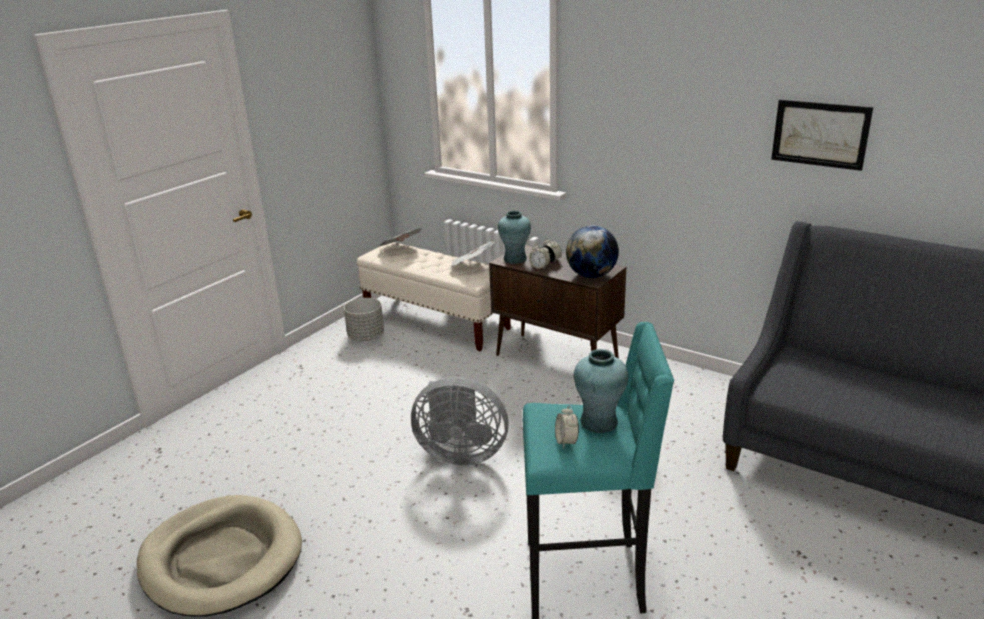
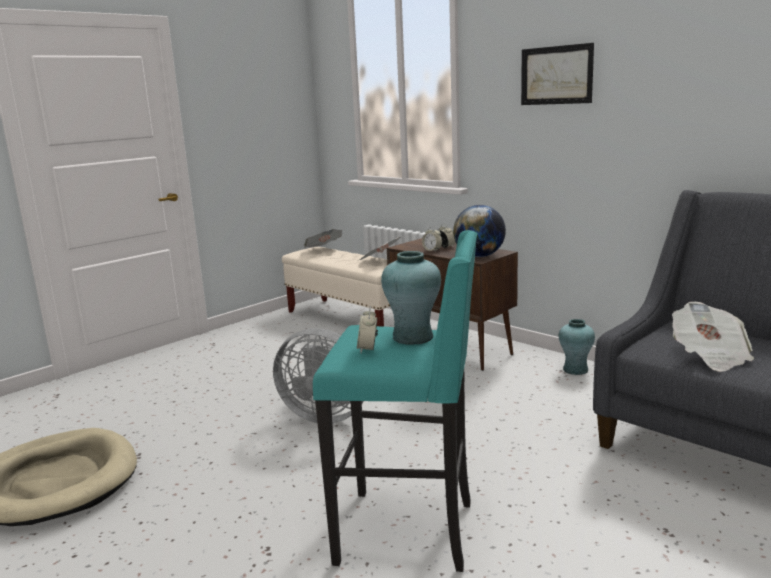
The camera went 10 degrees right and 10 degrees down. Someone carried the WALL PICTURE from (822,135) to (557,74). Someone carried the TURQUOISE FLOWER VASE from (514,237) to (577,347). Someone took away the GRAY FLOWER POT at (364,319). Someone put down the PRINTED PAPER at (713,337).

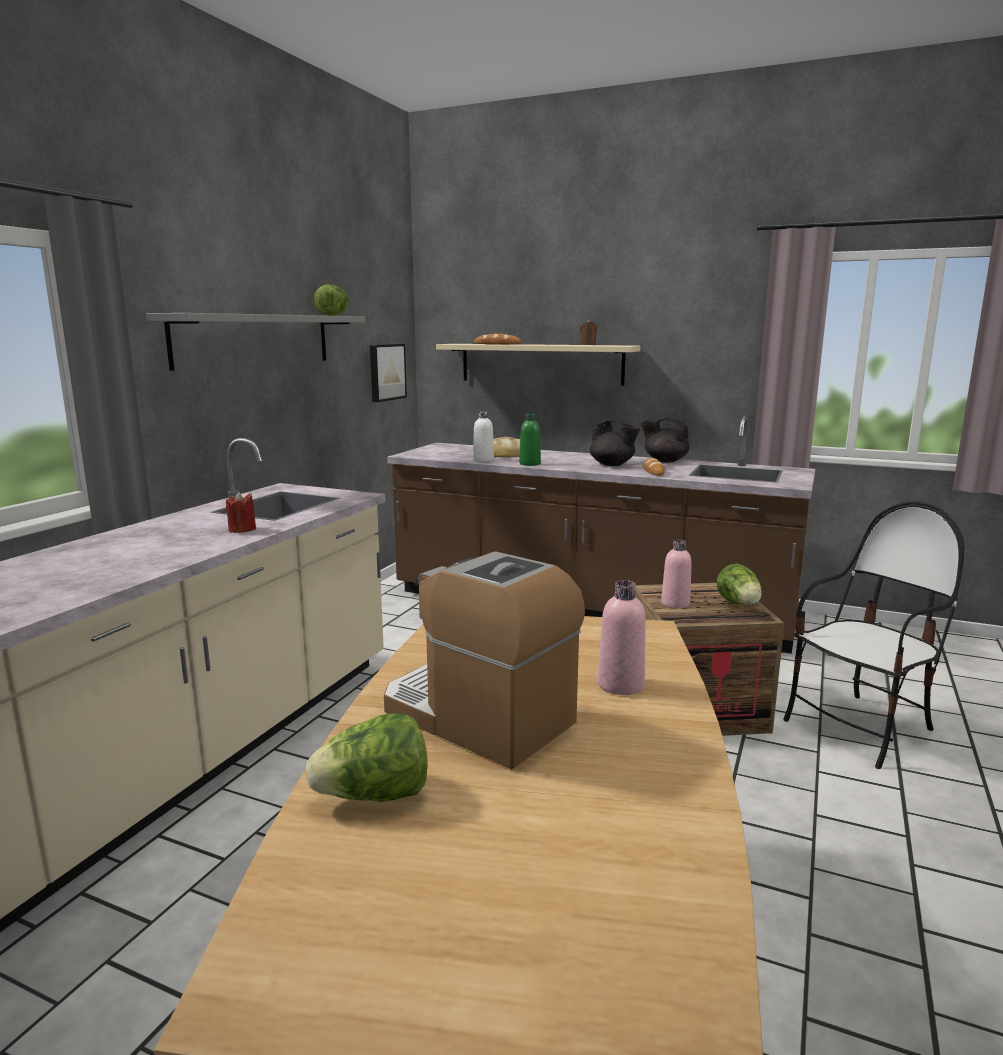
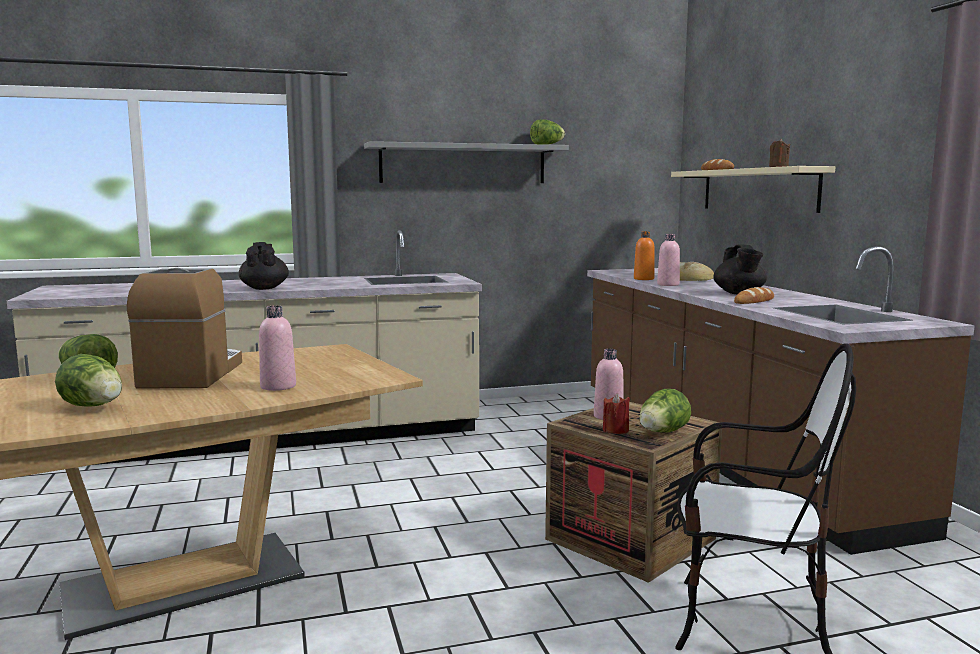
The camera went 50 degrees right and 5 degrees down. Someone took away the WALL PICTURE at (388,373). Someone repainted the WHITE BEVERAGE BOTTLE at (483,436), which became the ORANGE-COLOURED BEVERAGE BOTTLE at (644,255). Someone repainted the GREEN BEVERAGE BOTTLE at (530,440), which became the PINK-COLOURED BEVERAGE BOTTLE at (668,260). Someone carried the BLACK TEAPOT from (665,440) to (264,266). Someone carried the RED WAX CANDLE from (241,512) to (616,413). Someone put down the LETTUCE at (88,380).

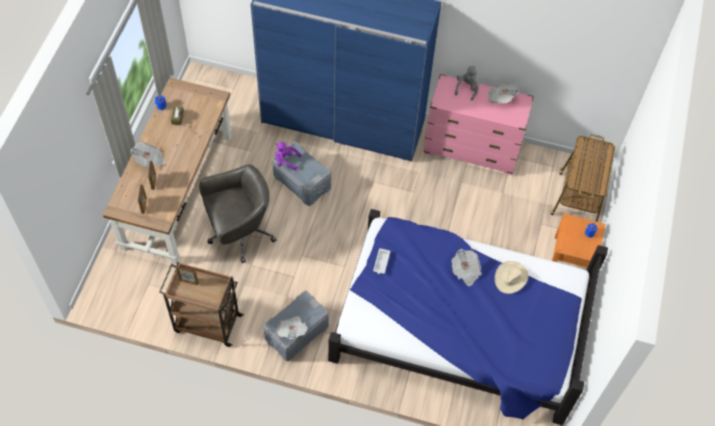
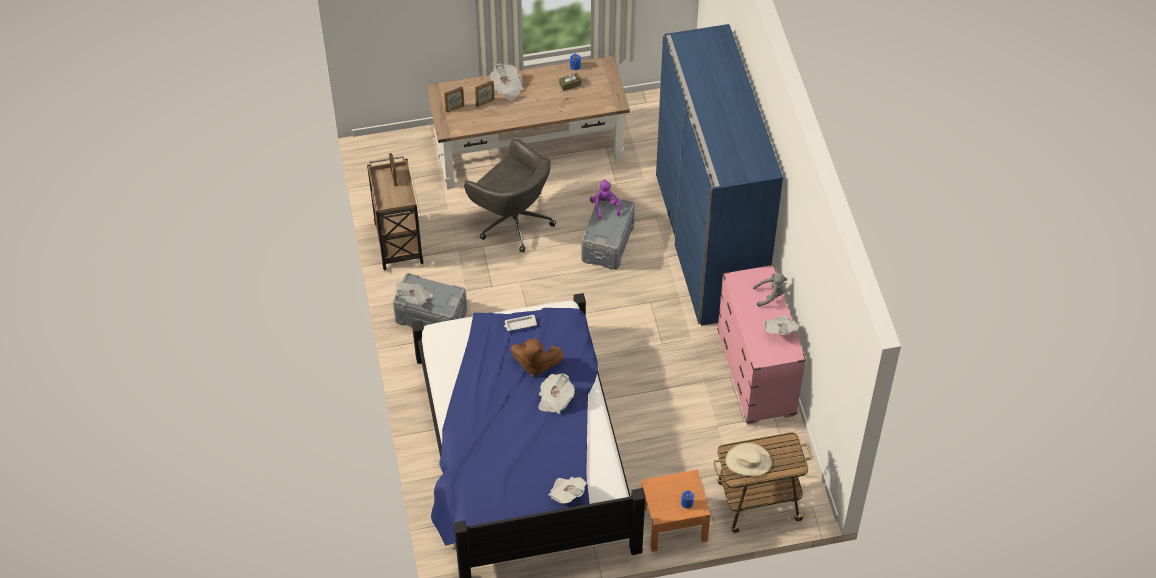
The camera went 65 degrees right and 5 degrees down. Someone carried the SAND-COLOURED HAT from (511,277) to (748,459). Someone put down the BROWN-COLOURED SOFT TOY at (537,357). Someone put down the PRINTED PAPER at (567,490).

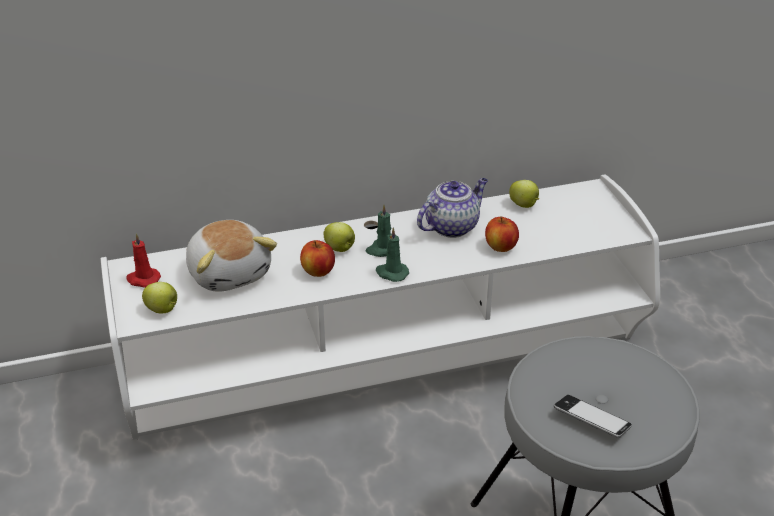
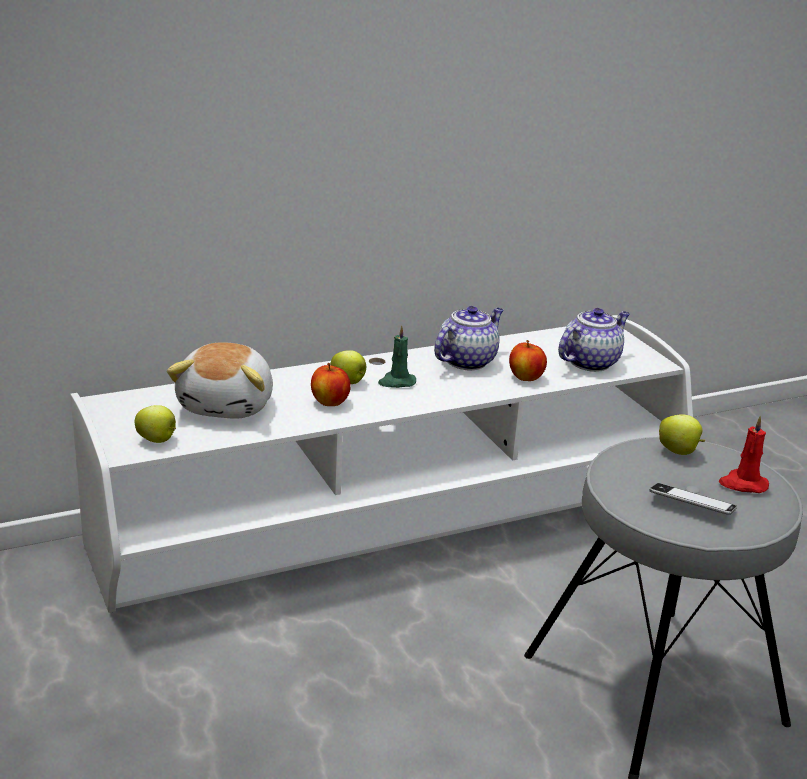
The camera went 10 degrees left and 10 degrees down. Someone carried the APPLE from (524,194) to (682,434). Someone rotated the SOFT TOY at (231,256) by 45 degrees clockwise. Someone took away the GREEN WAX CANDLE at (392,254). Someone carried the RED WAX CANDLE from (143,260) to (744,454). Someone put down the TEAPOT at (594,340).

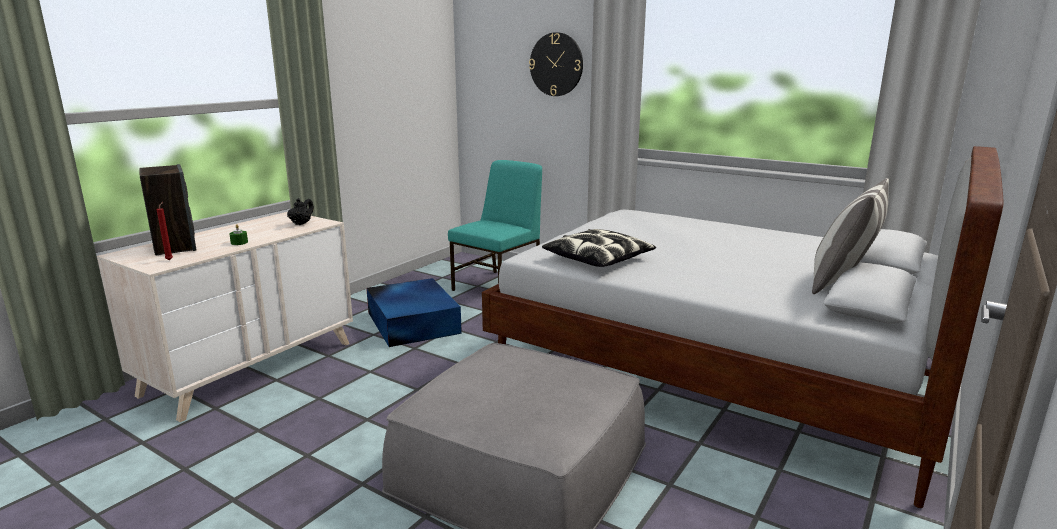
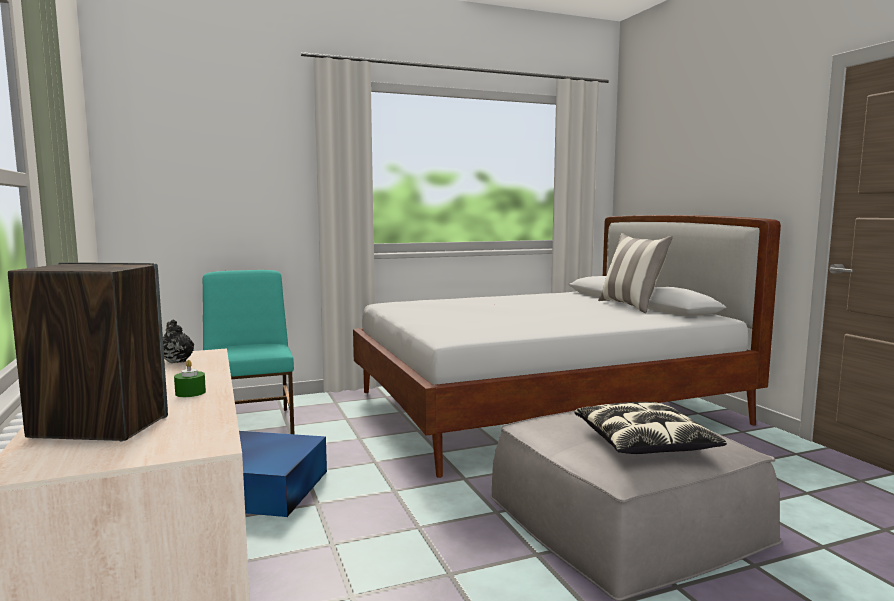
The camera went 55 degrees left and 10 degrees down. Someone took away the WALL CLOCK at (556,64). Someone took away the RED WAX CANDLE at (165,231). Someone carried the THROW PILLOW from (599,248) to (650,428).

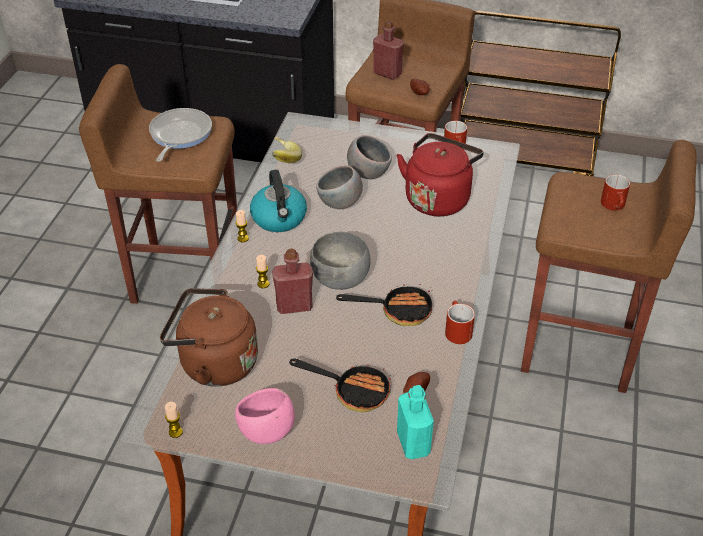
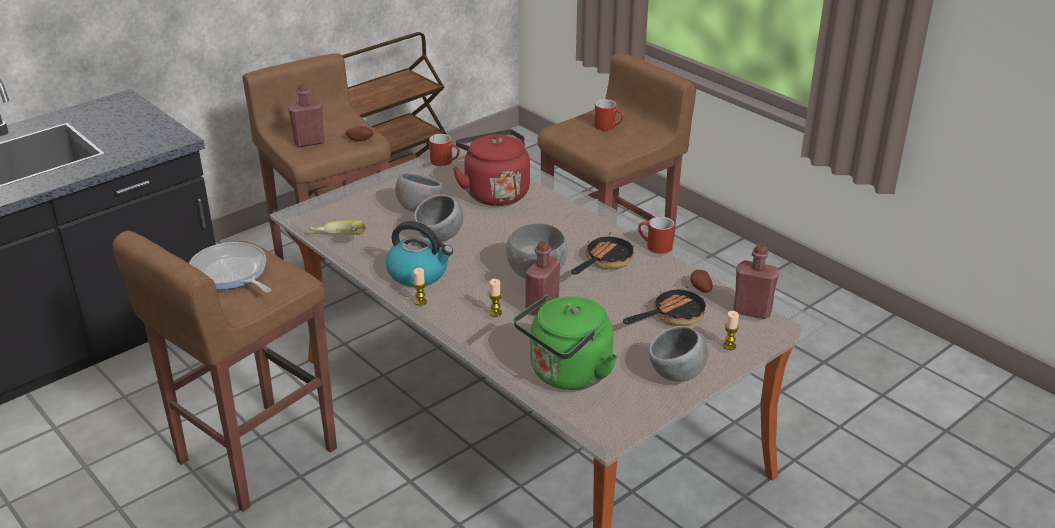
The camera went 55 degrees left and 10 degrees down. Someone repainted the BROWN-COLOURED WATER KETTLE at (209,337), which became the GREEN WATER KETTLE at (565,342). Someone repainted the TURQUOISE BEVERAGE BOTTLE at (415,422), which became the RED BEVERAGE BOTTLE at (756,281). Someone repainted the PINK-COLOURED DEEP DISH at (265,416), which became the GRAY DEEP DISH at (678,354). Someone carried the WAX CANDLE from (174,420) to (731,330).

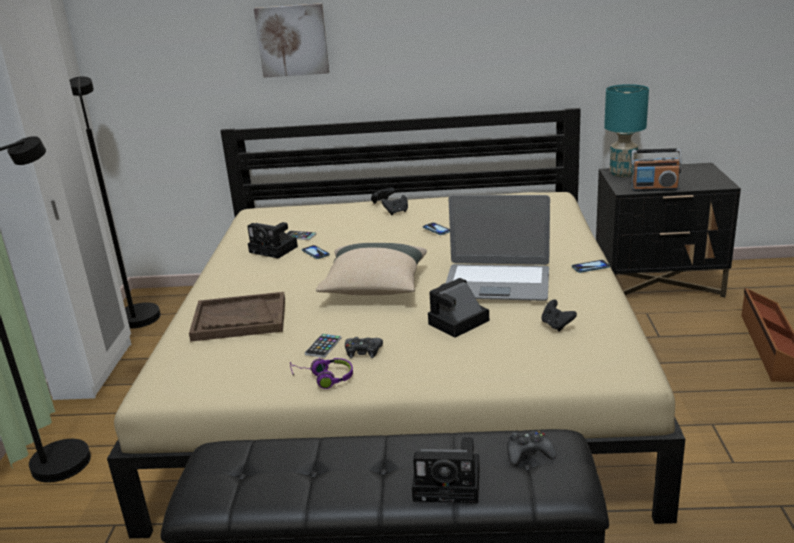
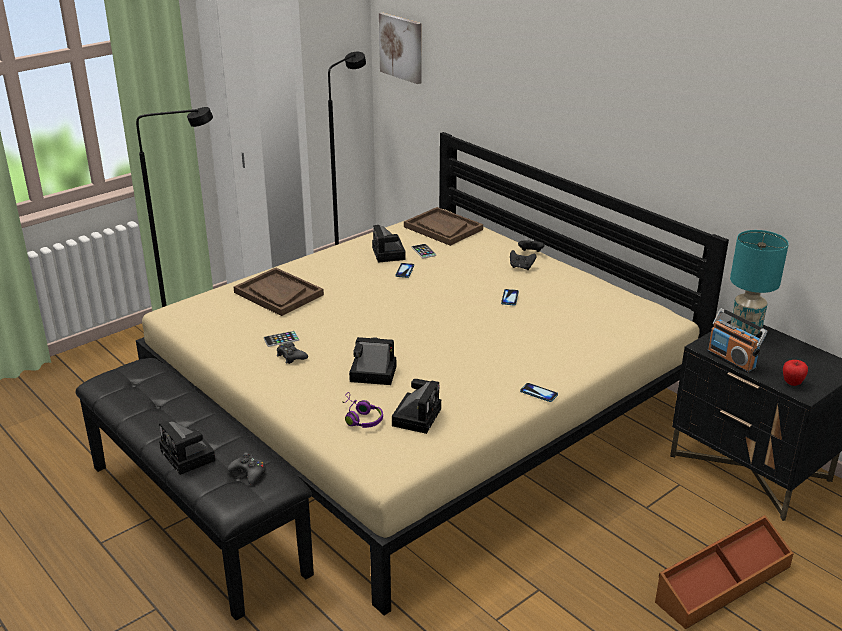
The camera went 45 degrees right and 5 degrees up. Someone carried the WALL PICTURE from (291,40) to (400,48). Someone took away the NOTEBOOK COMPUTER at (498,248). Someone took away the SAND-COLOURED THROW PILLOW at (371,269). Someone swapped the BLACK GAMEPAD at (559,315) for the PHOTO CAMERA at (416,406). Someone carried the PURPLISH HEADSET from (321,373) to (363,410). Someone put down the BROWN-COLOURED SERVING TRAY at (443,226). Someone put down the APPLE at (795,373).

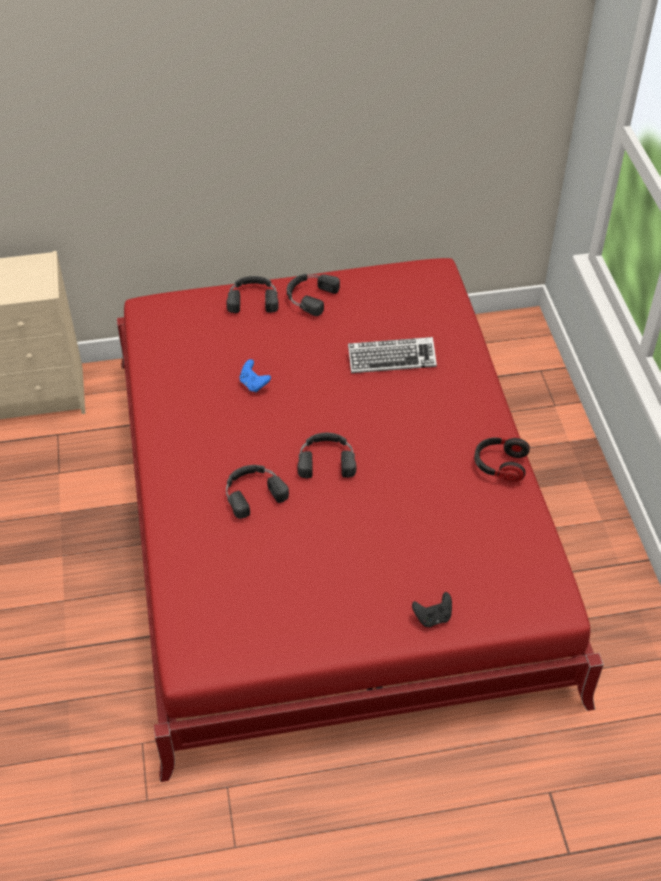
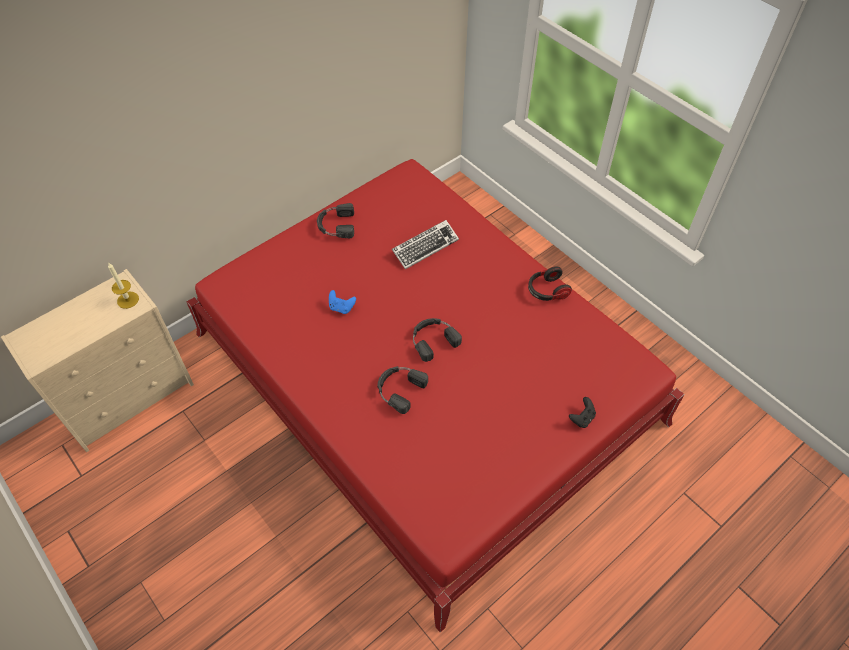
The camera went 30 degrees left and 5 degrees up. Someone took away the BLACK HEADSET at (252,294). Someone put down the WAX CANDLE at (123,285).

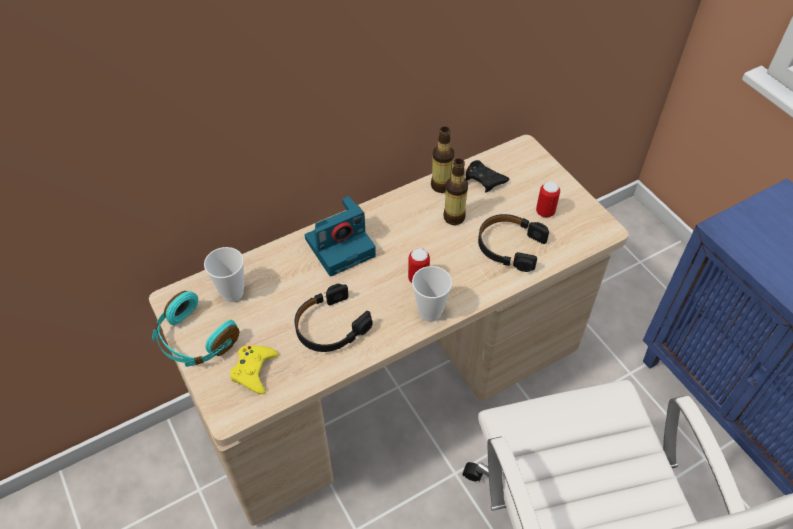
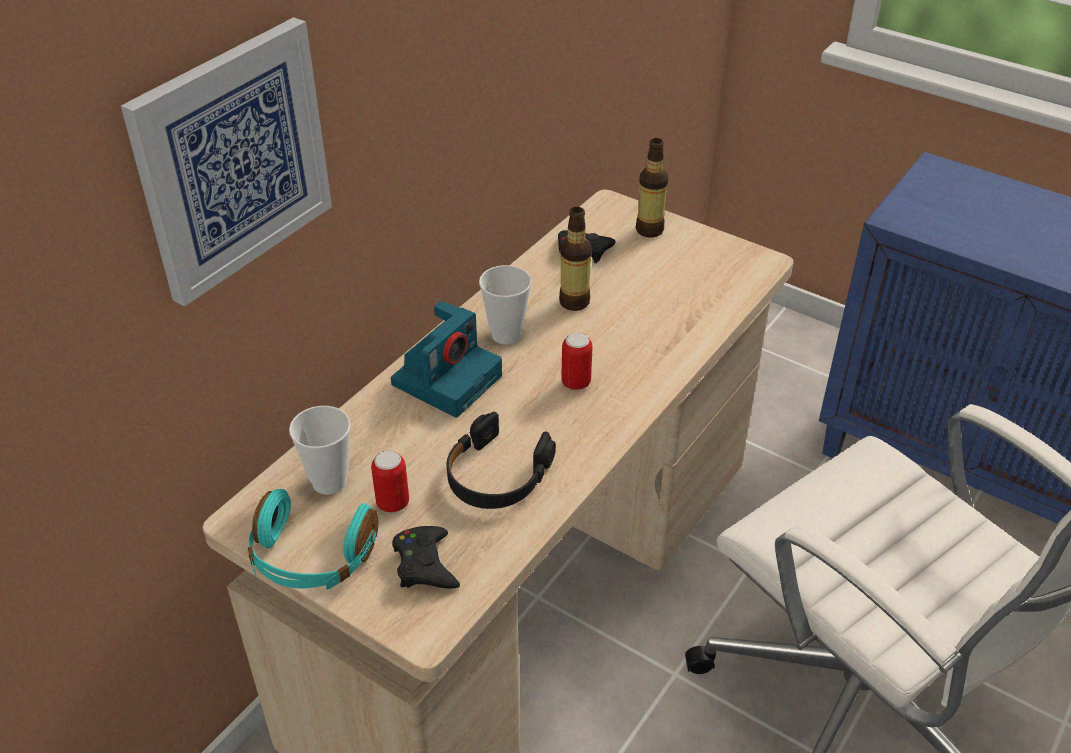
The camera went 25 degrees left and 10 degrees down. Someone carried the BEVERAGE BOTTLE from (442,159) to (652,187). Someone carried the CAN from (548,199) to (390,482). Someone took away the BLACK HEADSET at (513,243). Someone carried the SMALL CUP from (432,294) to (505,305). Someone repainted the YELLOWISH GAMEPAD at (254,369), which became the BLACK GAMEPAD at (426,557). Someone put up the WALL PICTURE at (226,162).

